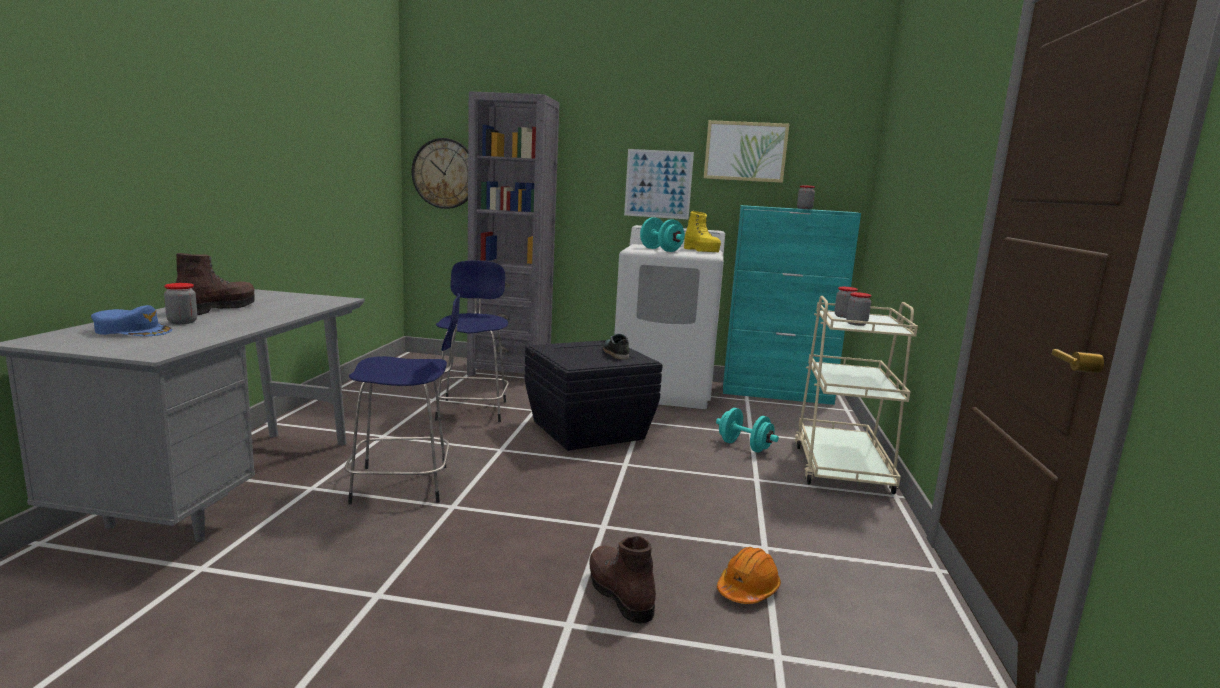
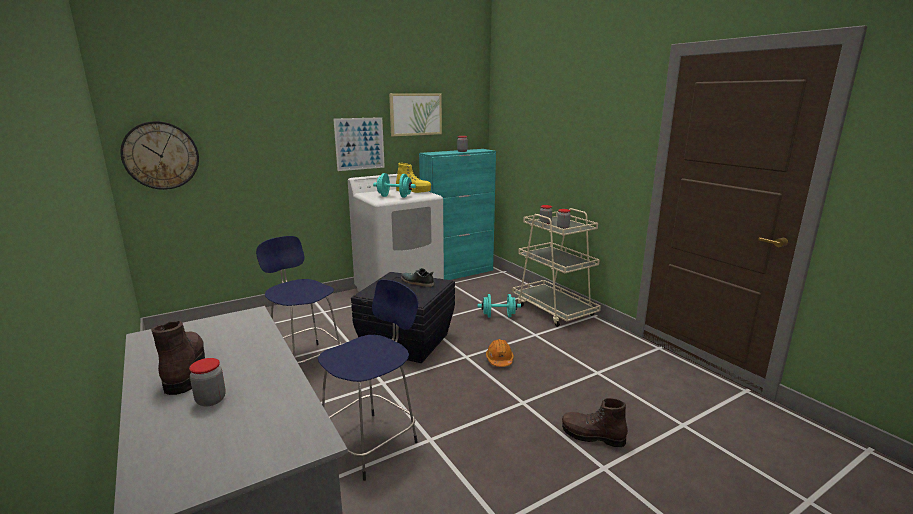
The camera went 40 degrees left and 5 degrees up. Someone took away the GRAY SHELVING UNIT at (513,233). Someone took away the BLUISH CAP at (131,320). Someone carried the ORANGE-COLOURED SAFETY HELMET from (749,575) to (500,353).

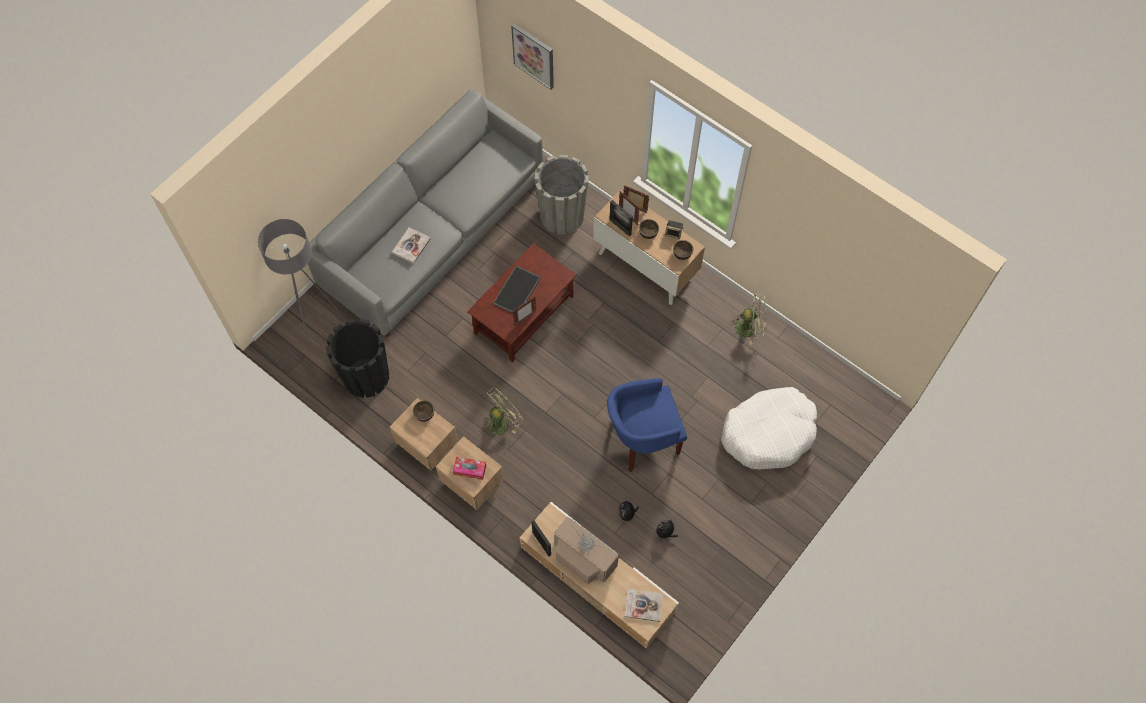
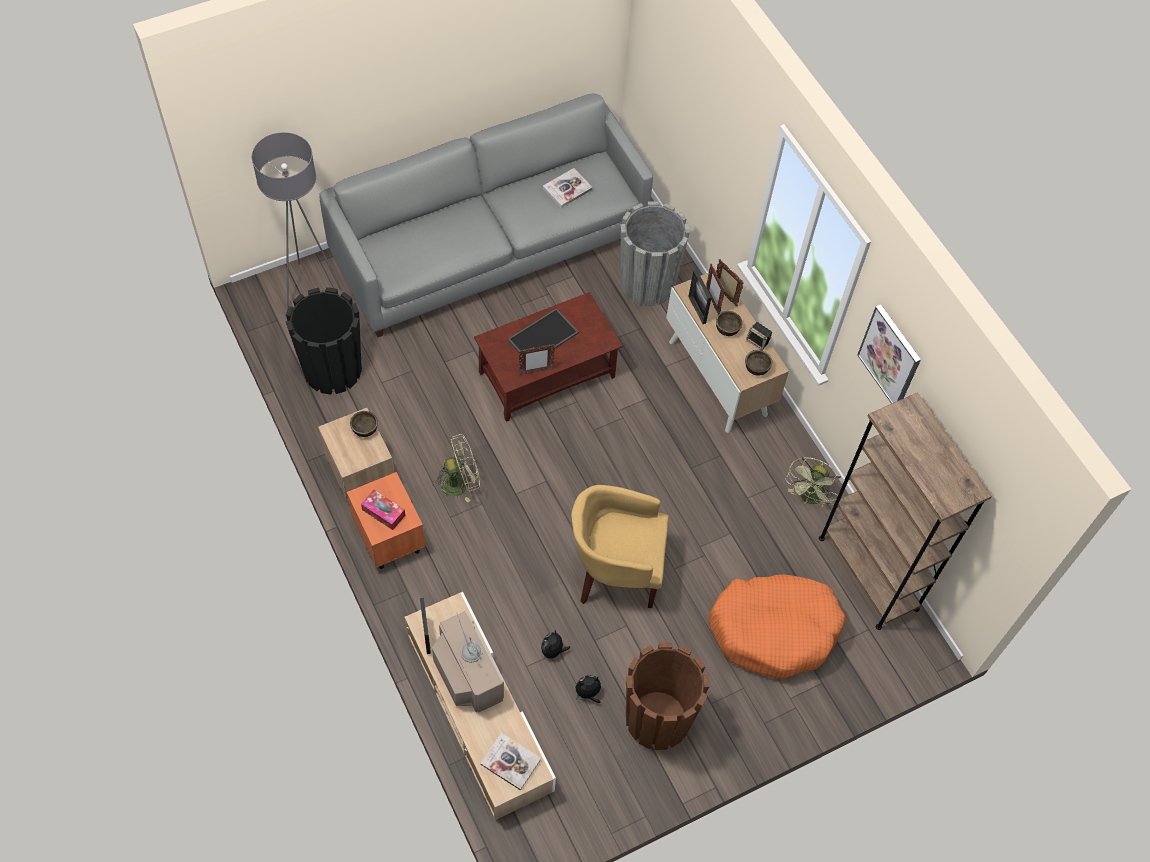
The camera went 20 degrees right and 5 degrees down. Someone carried the WALL PICTURE from (532,56) to (889,354). Someone carried the BOUND BOOK from (411,245) to (568,188). Someone rotated the GREEN COOLING FAN at (748,319) by 90 degrees clockwise. Someone repainted the BLUISH LOUNGE CHAIR at (647,425), which became the YELLOWISH LOUNGE CHAIR at (620,546). Someone repainted the WHITE PET BED at (769,428), which became the ORANGE-COLOURED PET BED at (777,626). Someone repainted the SAND-COLOURED NIGHT TABLE at (470,473), which became the ORANGE-COLOURED NIGHT TABLE at (386,520). Someone put down the BROWN-COLOURED SHELVING UNIT at (905,511). Someone put down the BROWN-COLOURED FLOWER POT at (668,696).

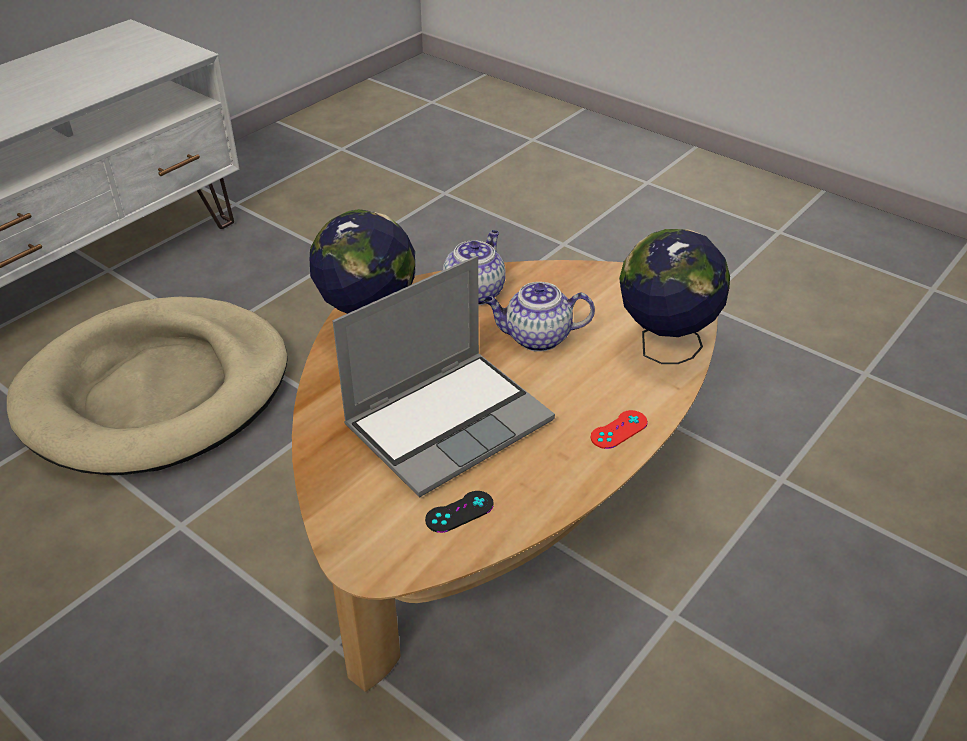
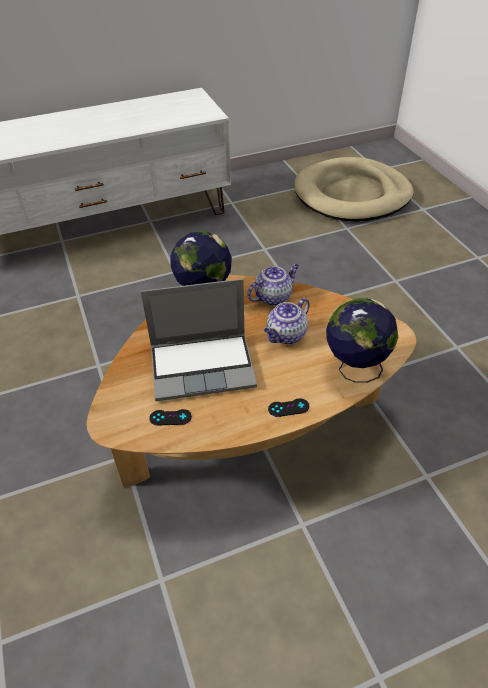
The camera went 30 degrees right and 5 degrees up. Someone rotated the TEAPOT at (539,317) by 75 degrees counterclockwise. Someone carried the SAND-COLOURED PET BED from (147,386) to (353,189). Someone repainted the RED GAMEPAD at (619,429), which became the BLACK GAMEPAD at (288,407).

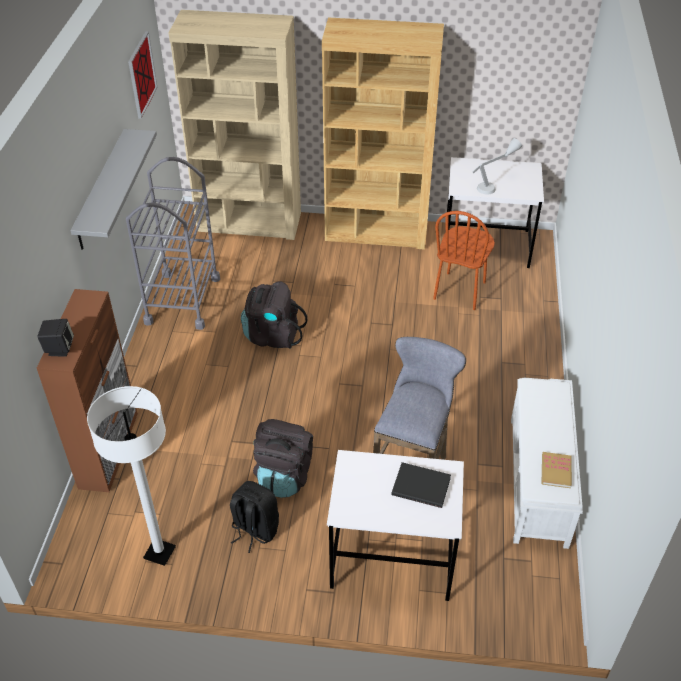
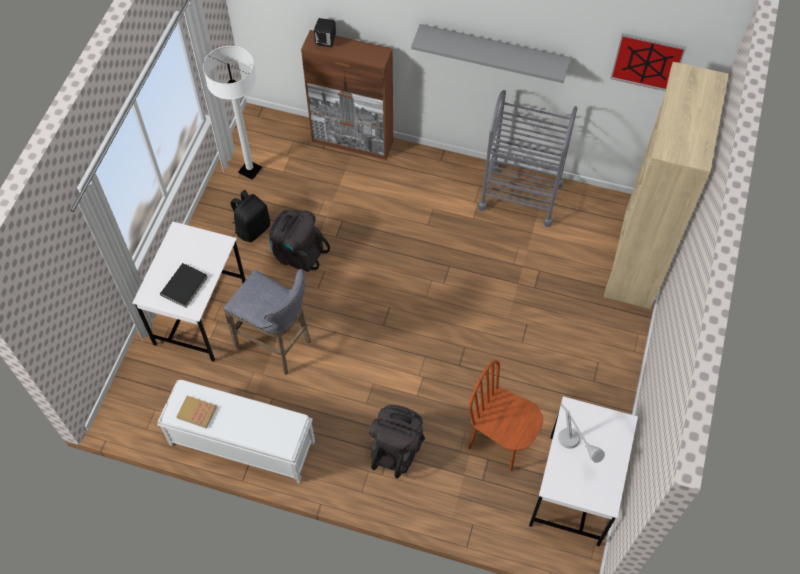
The camera went 100 degrees right and 15 degrees up. Someone took away the BROWN-COLOURED SHELVING UNIT at (383,133). Someone carried the BLACK BACKPACK from (274,315) to (397,442).

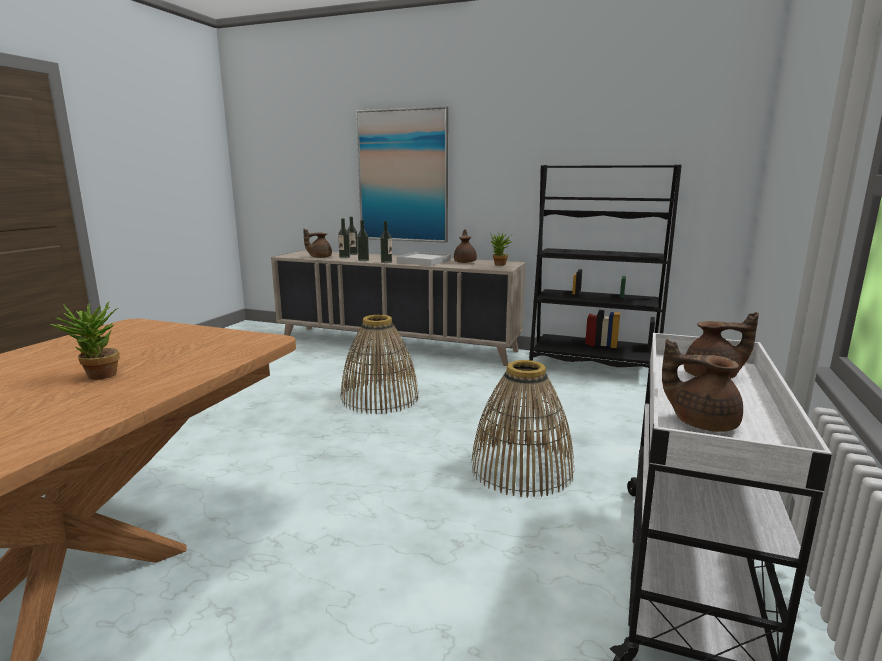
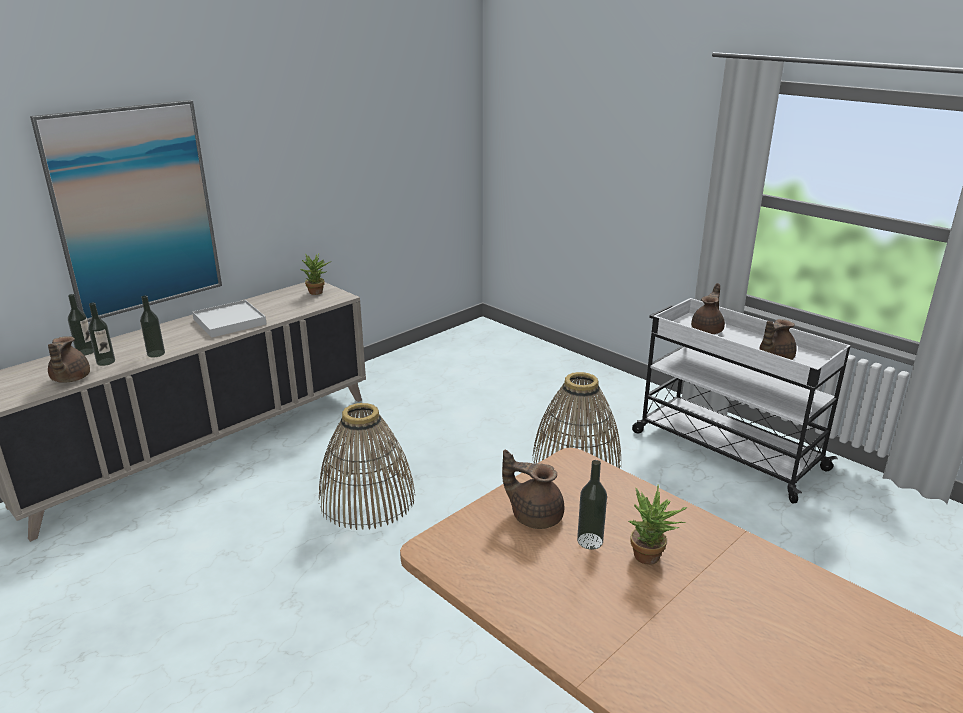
The camera went 65 degrees left and 10 degrees up. Someone took away the BLACK SHELVING UNIT at (605,266). Someone carried the BEVERAGE BOTTLE from (386,242) to (592,505). Someone carried the BROWN-COLOURED TEAPOT from (465,246) to (533,489).

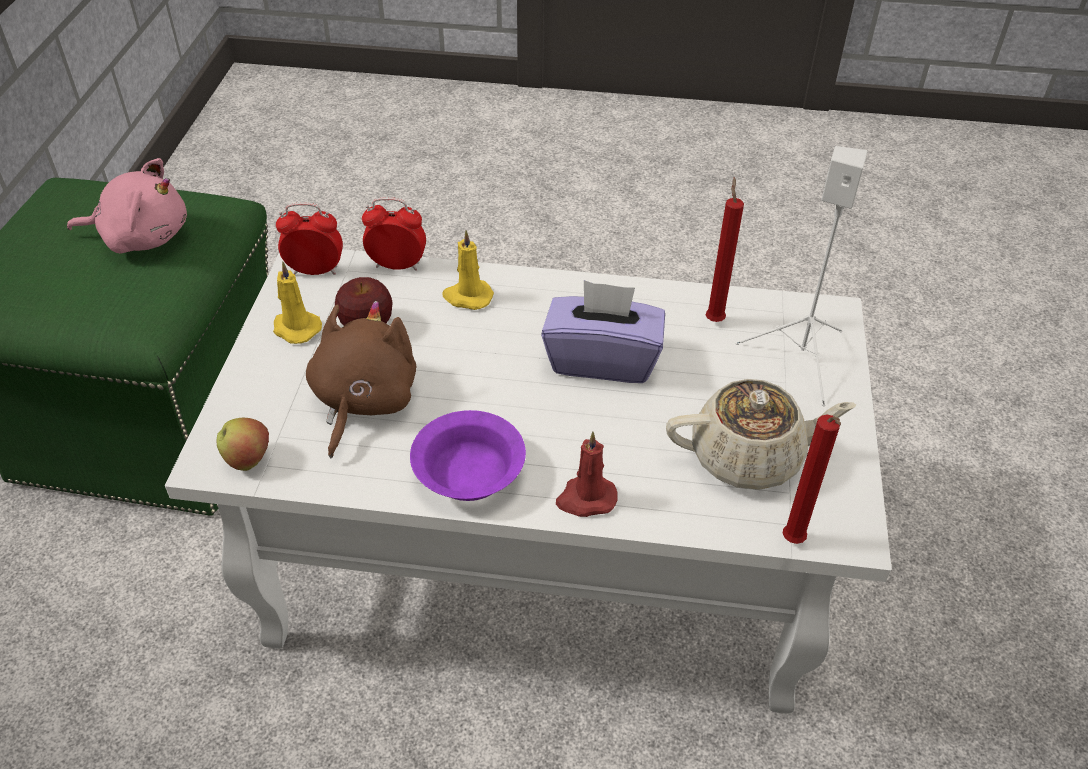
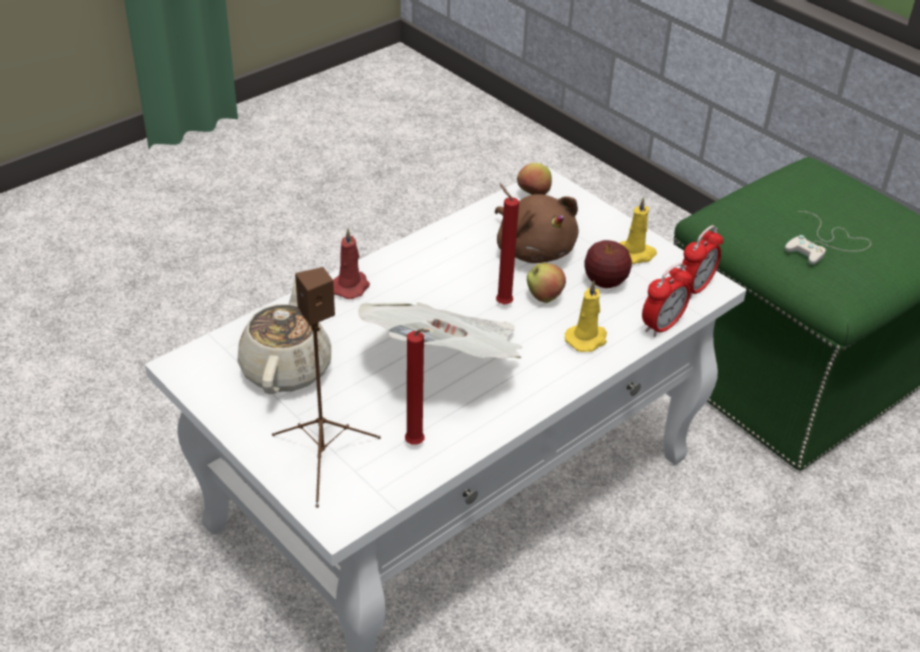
The camera went 130 degrees right and 5 degrees down. Someone repainted the WHITE AUDIO SPEAKER at (801,276), which became the BROWN-COLOURED AUDIO SPEAKER at (326,387). Someone swapped the PINK-COLOURED SOFT TOY at (127,206) for the WHITE GAMEPAD at (828,238). Someone swapped the PURPLISH TISSUE BOX at (603,331) for the PRINTED PAPER at (440,330). Someone rotated the SAND-COLOURED TEAPOT at (761,434) by 150 degrees clockwise. Someone took away the PURPLISH DEEP DISH at (468,455). Someone carried the RED WAX CANDLE from (811,479) to (507,244). Someone put down the APPLE at (546,283).

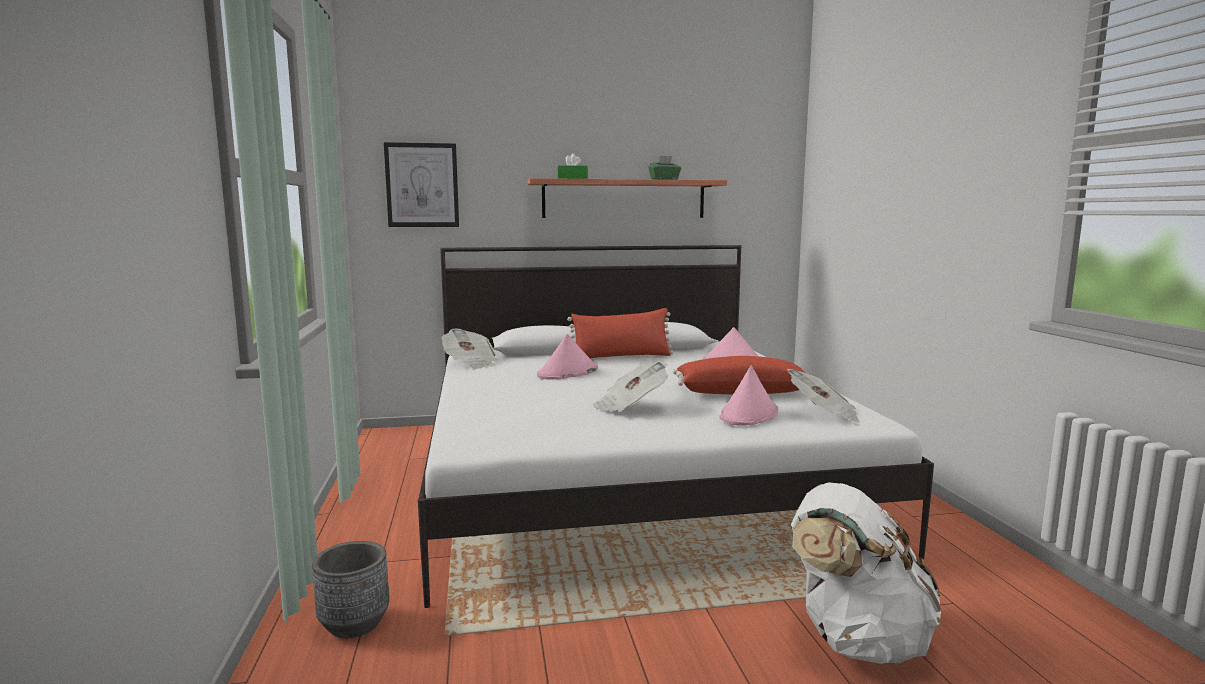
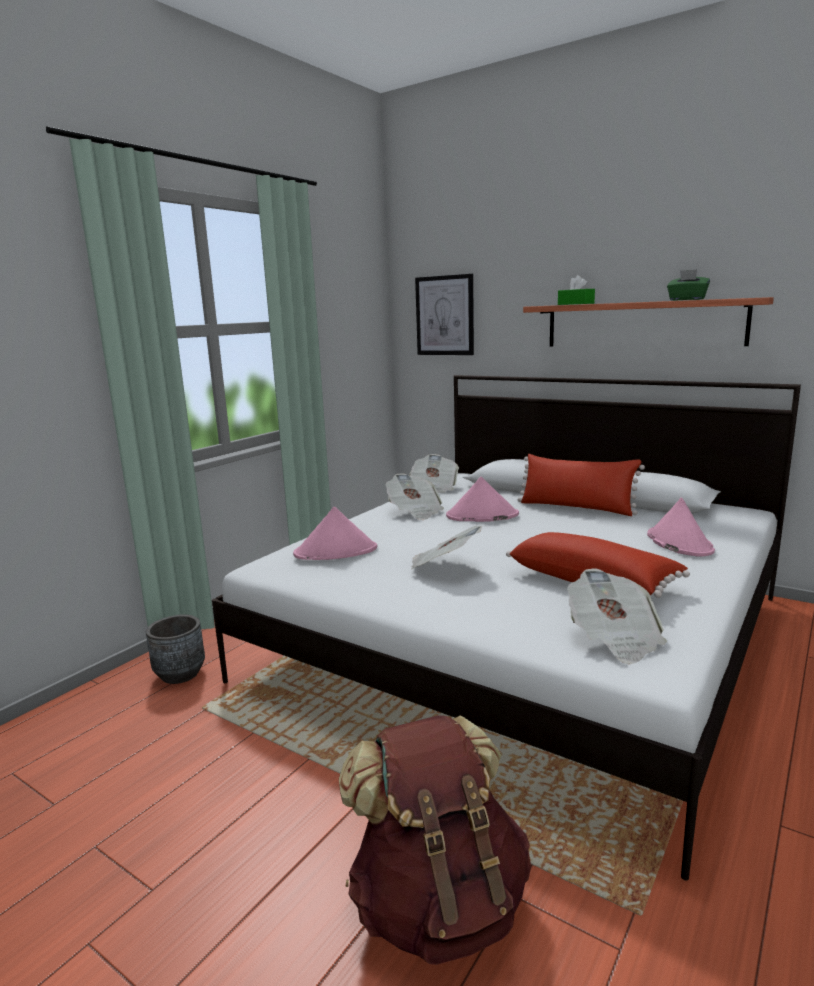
The camera went 45 degrees right and 5 degrees up. Someone carried the PINK-COLOURED HAT from (748,395) to (335,533). Someone repainted the WHITE BACKPACK at (866,573), which became the BROWN-COLOURED BACKPACK at (435,840). Someone put down the PRINTED PAPER at (415,496).

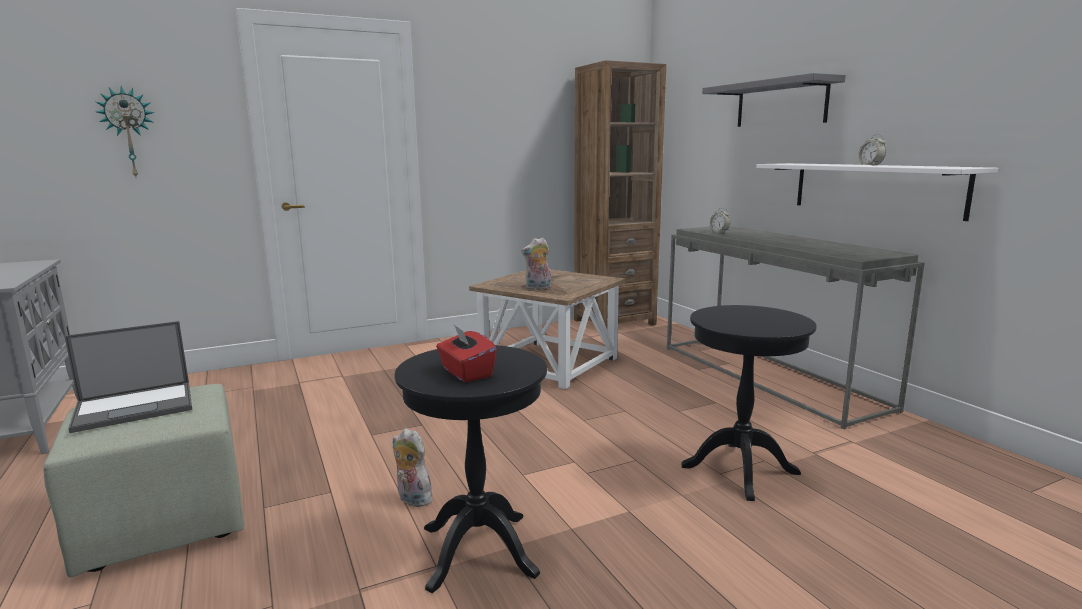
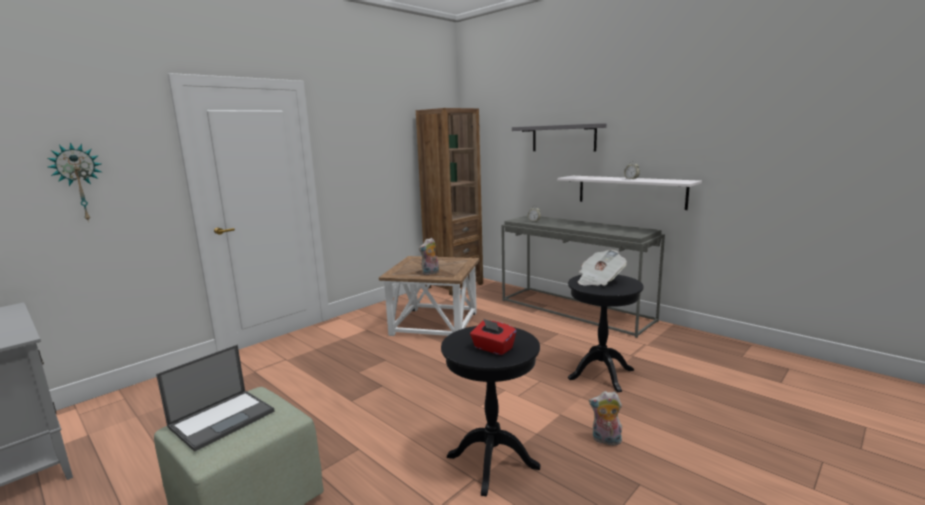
The camera went 20 degrees left and 0 degrees up. Someone carried the SOFT TOY from (412,467) to (605,418). Someone put down the PRINTED PAPER at (602,268).

